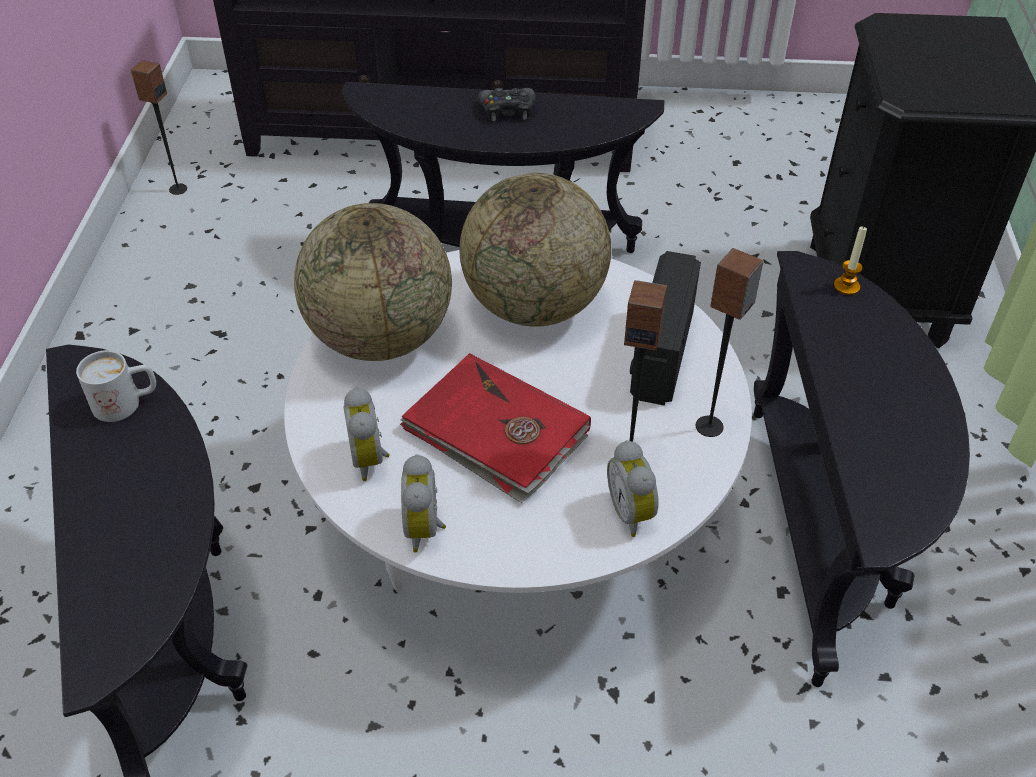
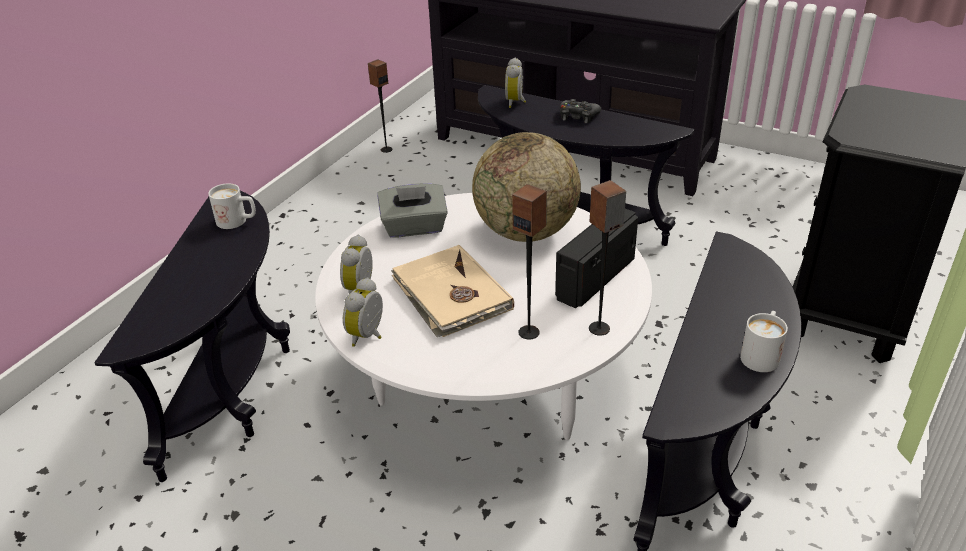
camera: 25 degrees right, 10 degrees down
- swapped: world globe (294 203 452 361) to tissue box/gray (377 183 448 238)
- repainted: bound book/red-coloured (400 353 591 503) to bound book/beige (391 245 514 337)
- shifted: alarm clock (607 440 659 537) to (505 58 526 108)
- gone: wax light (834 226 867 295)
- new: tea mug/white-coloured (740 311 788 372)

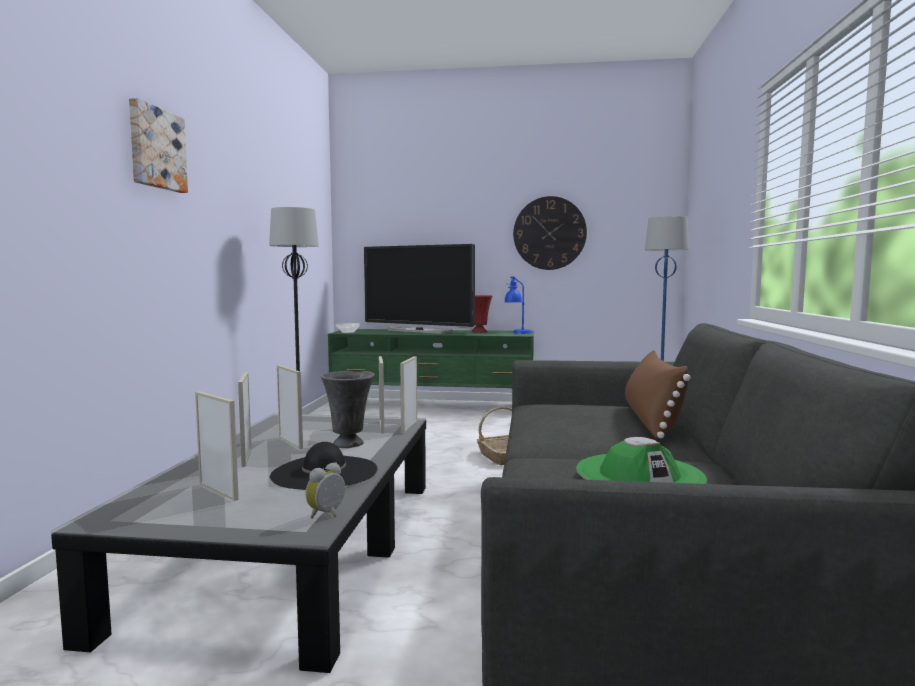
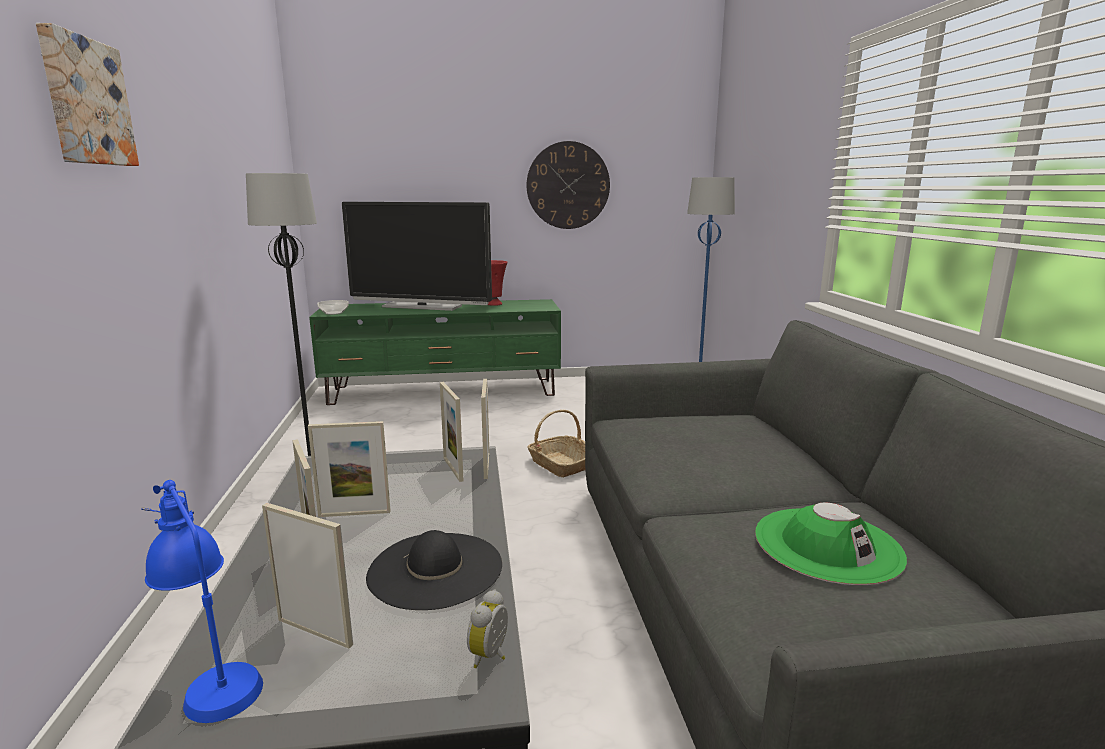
camera: 15 degrees left, 10 degrees up
- rotated: standing frame (277 365 303 449) = (308 421 391 517) 135 degrees clockwise
- gone: flower vase/gray (321 371 375 448)
- shifted: tabletop lamp/bluish (505 276 532 334) to (141 480 263 723)
- gone: cushion/brown-coloured (625 350 691 438)

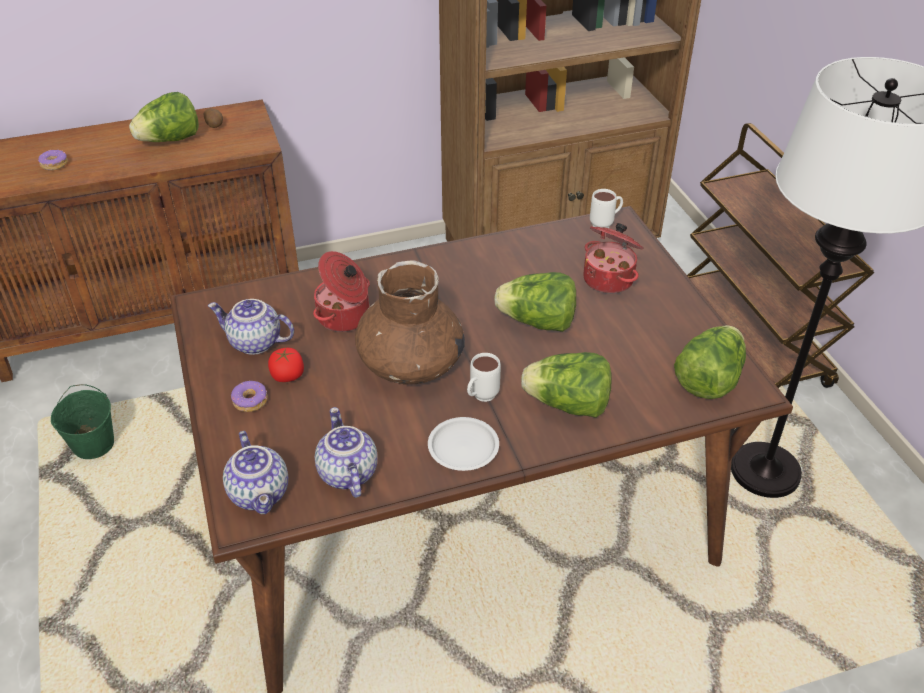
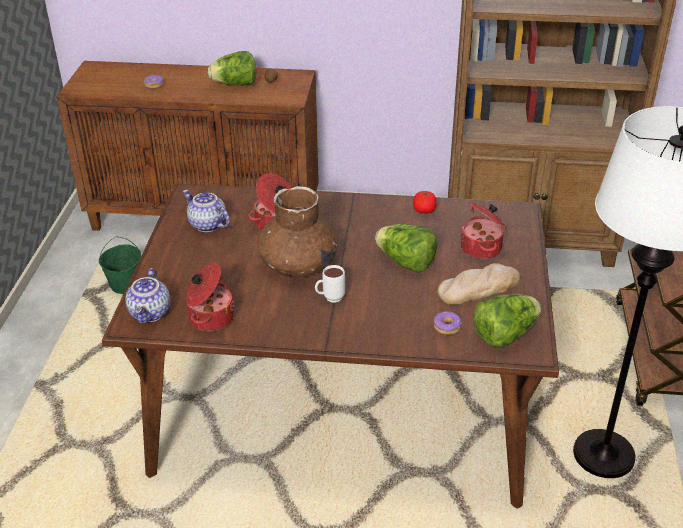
camera: 25 degrees right, 5 degrees down
- shifted: ring doughnut (231 380 268 412) to (434 311 461 335)
- shifted: fresh tomato (268 348 304 382) to (413 191 437 214)
- swapped: pot for tea (315 407 378 498) to saucepot (186 262 235 331)
- gone: dinner plate/white-coloured (428 417 499 471)
- gone: head of lettuce (521 352 612 418)
- gone: tea mug/white-coloured (590 189 623 228)
- new: baked bread (437 263 520 305)

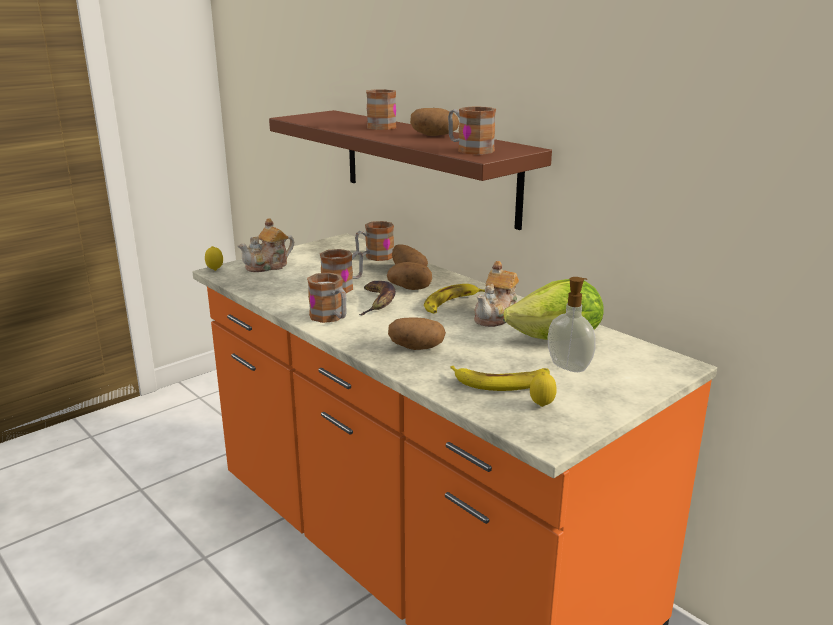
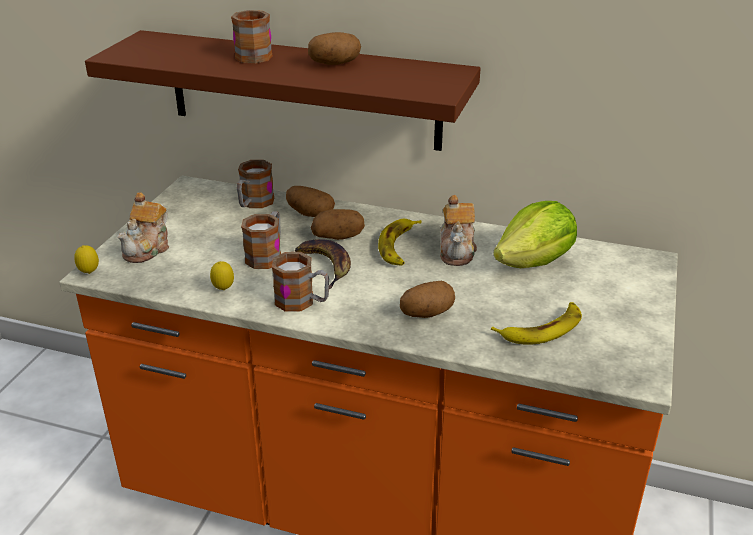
camera: 30 degrees left, 10 degrees up
- gone: tea mug (448 106 496 155)
- shifted: whole lemon (530 372 557 407) to (210 261 234 290)
- gone: liquid soap bottle (548 277 595 372)

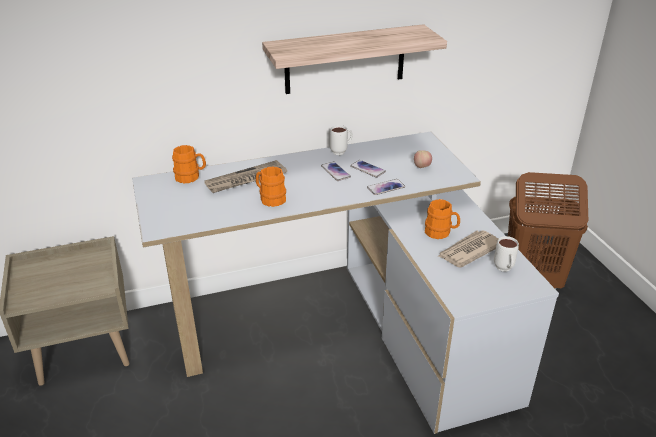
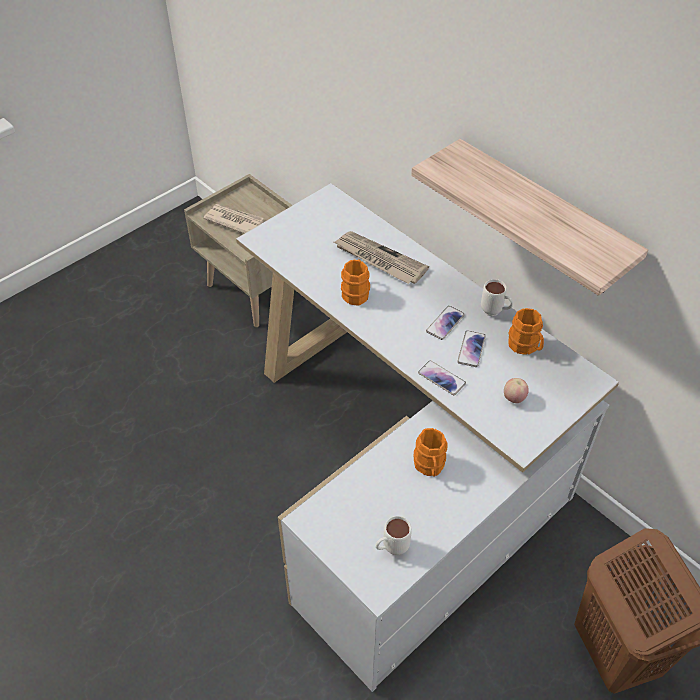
camera: 65 degrees right, 15 degrees up
- shifted: tea mug/orangey (172 145 206 183) to (508 308 544 355)
- shifted: newspaper (438 230 498 268) to (203 204 264 234)

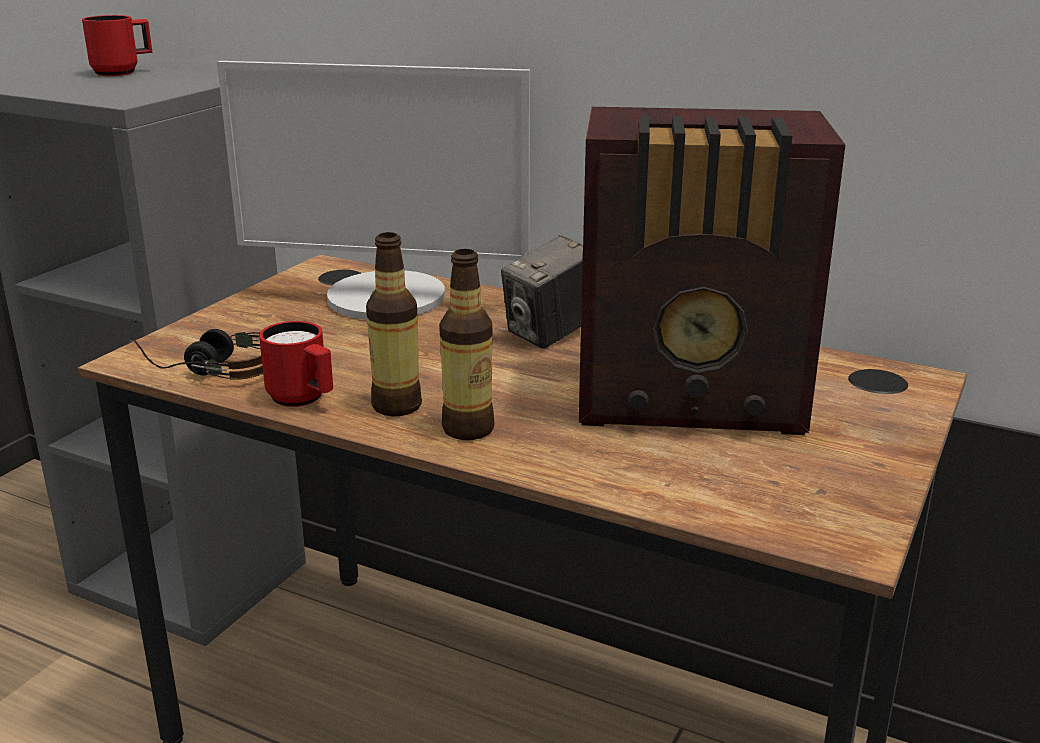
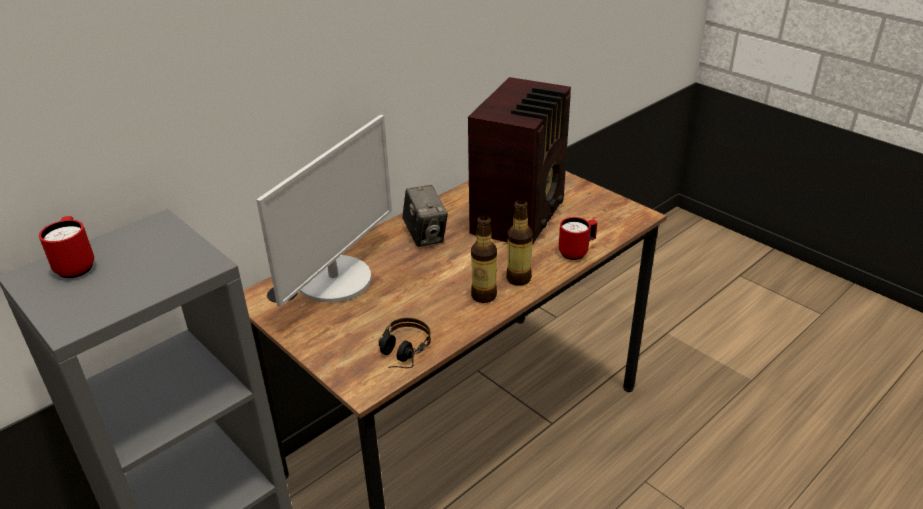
camera: 70 degrees left, 10 degrees up
- shifted: tea mug/red-coloured (259 321 333 407) to (559 217 597 260)

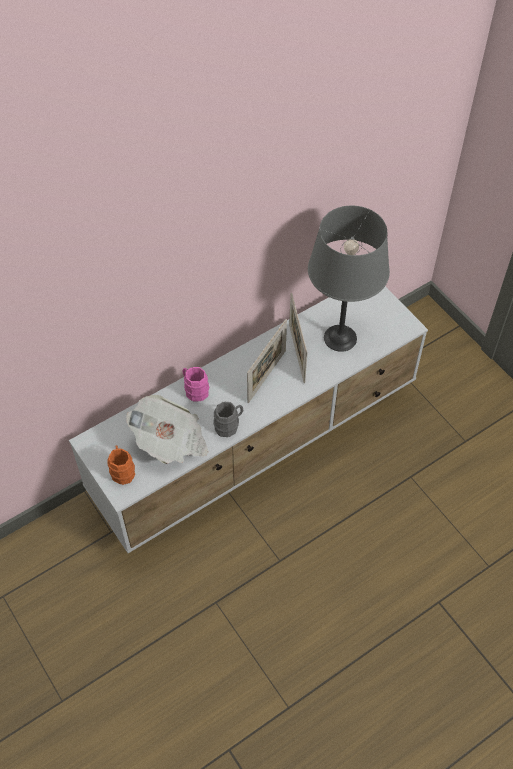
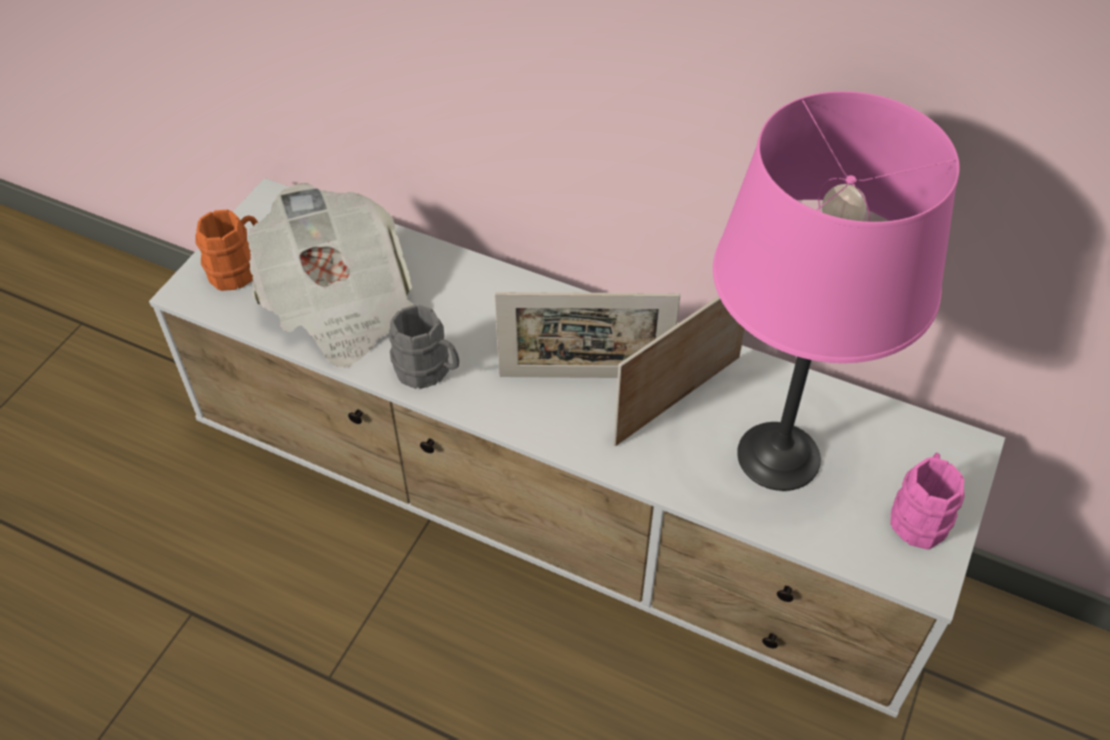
camera: 60 degrees right, 5 degrees down
- shifted: tea mug/pink (183 367 209 401) to (890 453 965 549)
- repainted: tabletop lamp/gray (308 206 390 352) to tabletop lamp/pink (713 91 960 491)

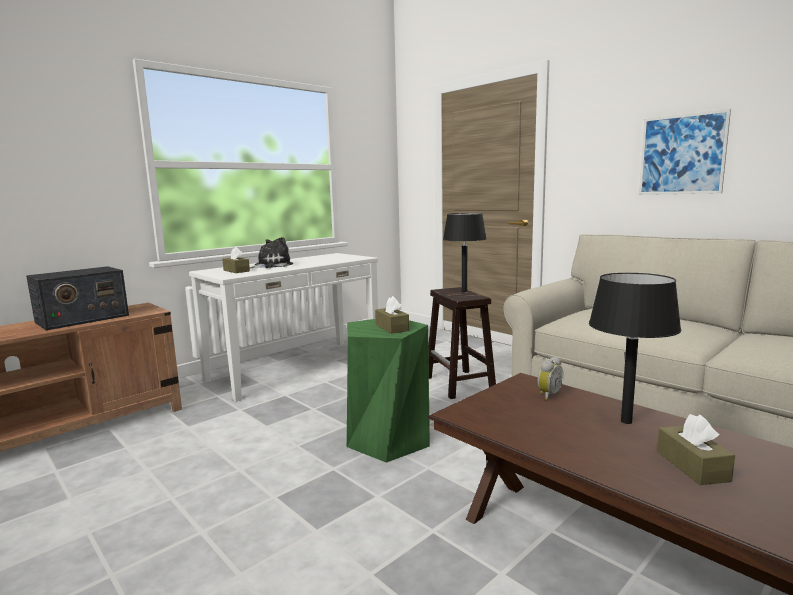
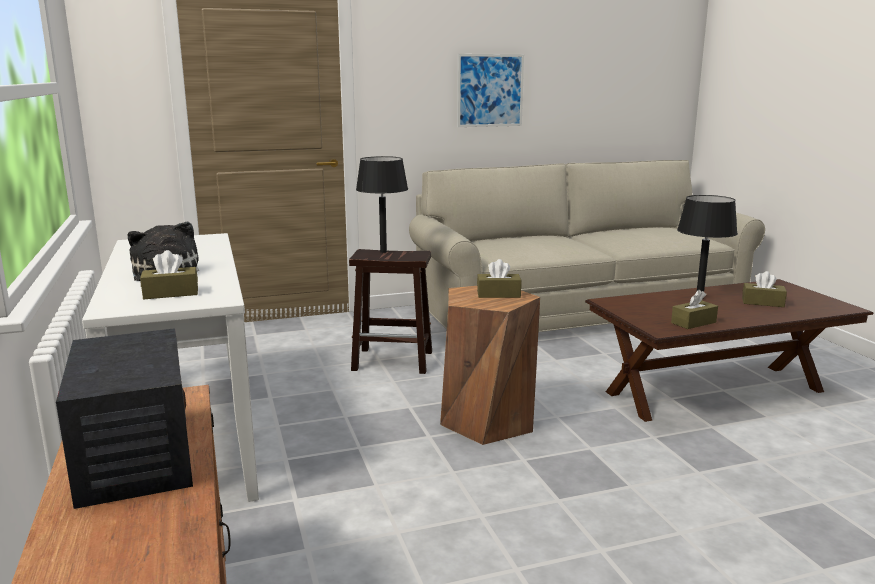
camera: 65 degrees left, 5 degrees up
- repainted: sitting stool/green (347 319 430 463) to sitting stool/brown-coloured (440 286 540 445)
- gone: alarm clock (538 357 564 400)
- new: tissue box/brown-coloured (671 290 718 329)

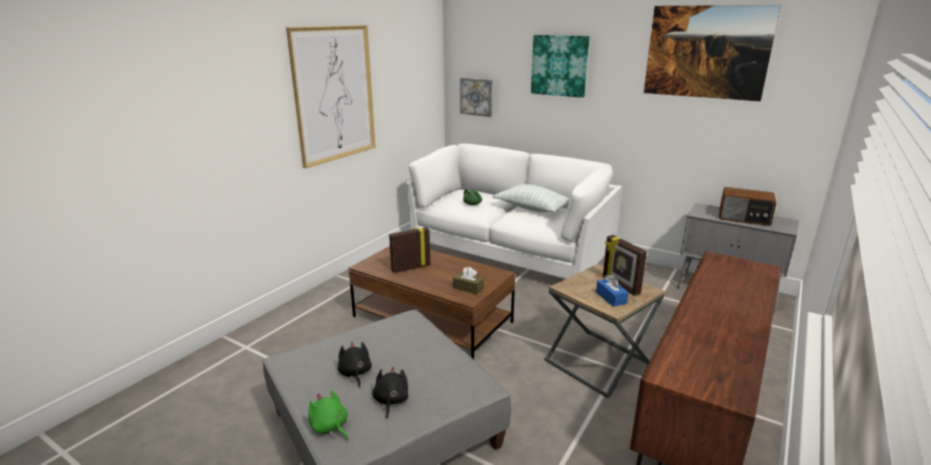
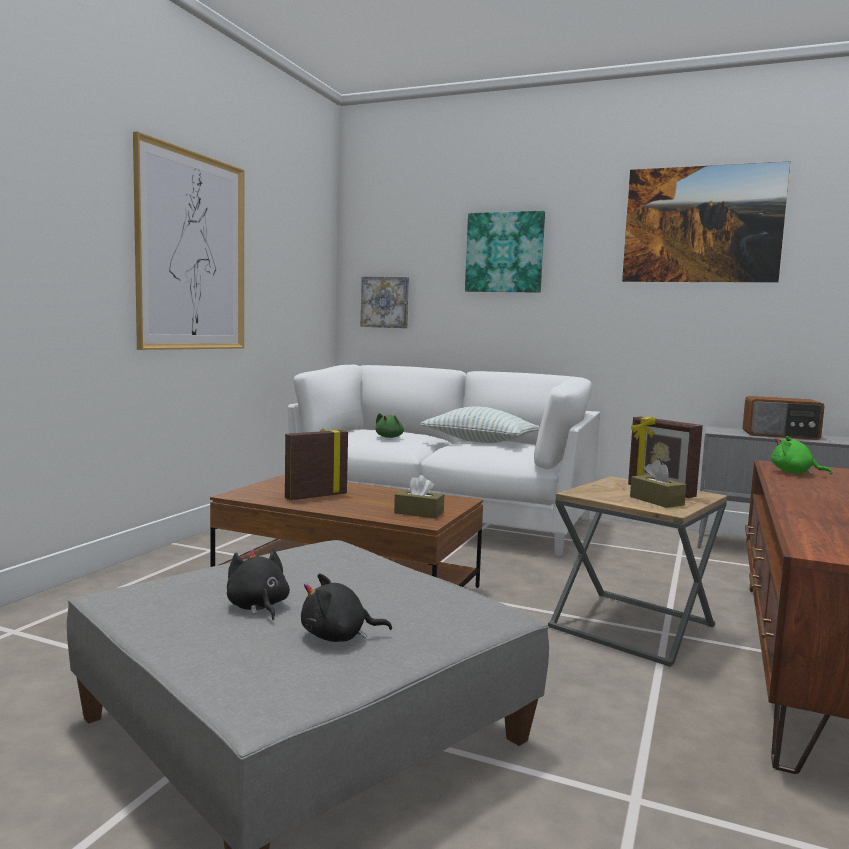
camera: 10 degrees left, 15 degrees down
- shifted: plush toy/green (309 390 348 440) to (771 436 832 475)
- rotated: plush toy/blackish (372 366 408 418) = (301 574 392 642) 90 degrees counterclockwise
- repainted: tissue box/bluish (596 274 629 307) to tissue box/brown-coloured (630 460 686 508)

